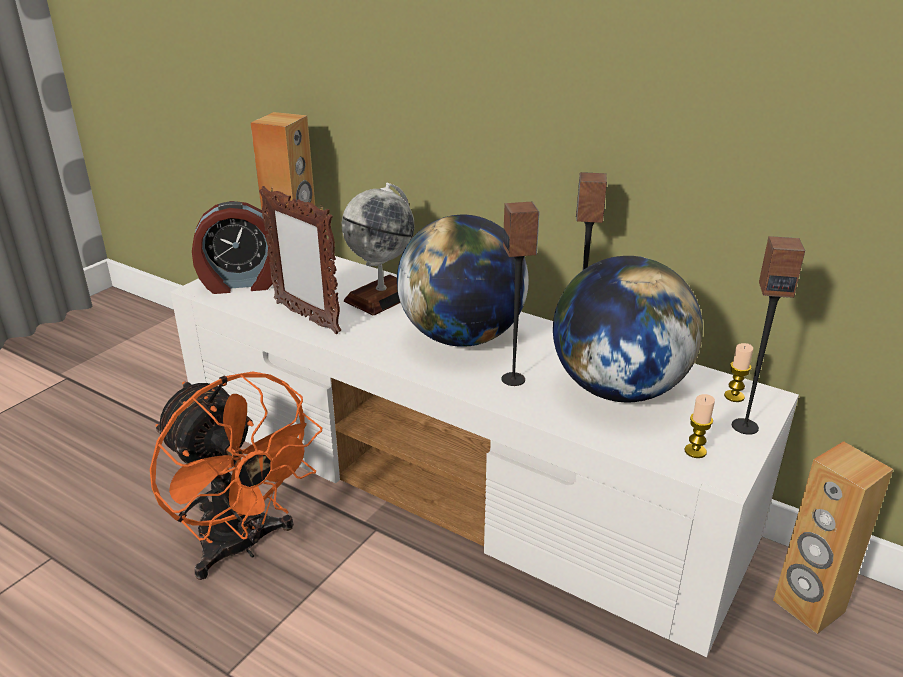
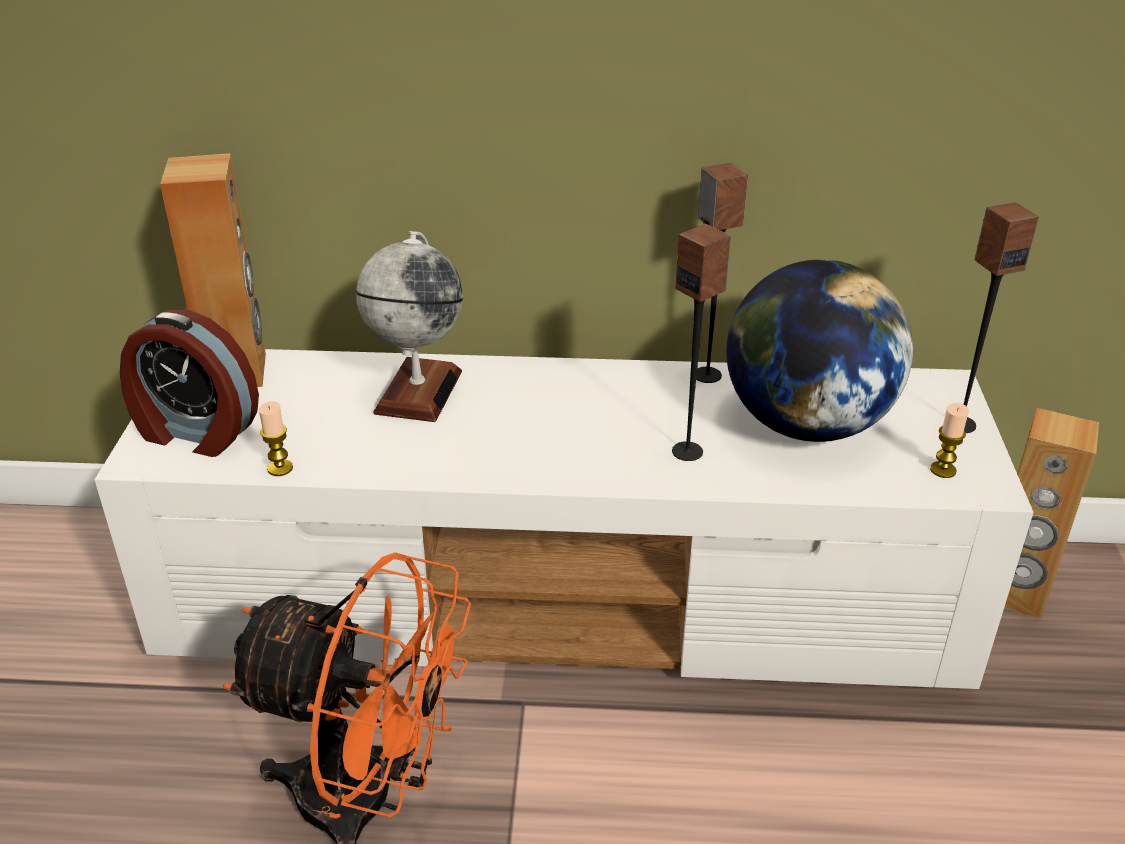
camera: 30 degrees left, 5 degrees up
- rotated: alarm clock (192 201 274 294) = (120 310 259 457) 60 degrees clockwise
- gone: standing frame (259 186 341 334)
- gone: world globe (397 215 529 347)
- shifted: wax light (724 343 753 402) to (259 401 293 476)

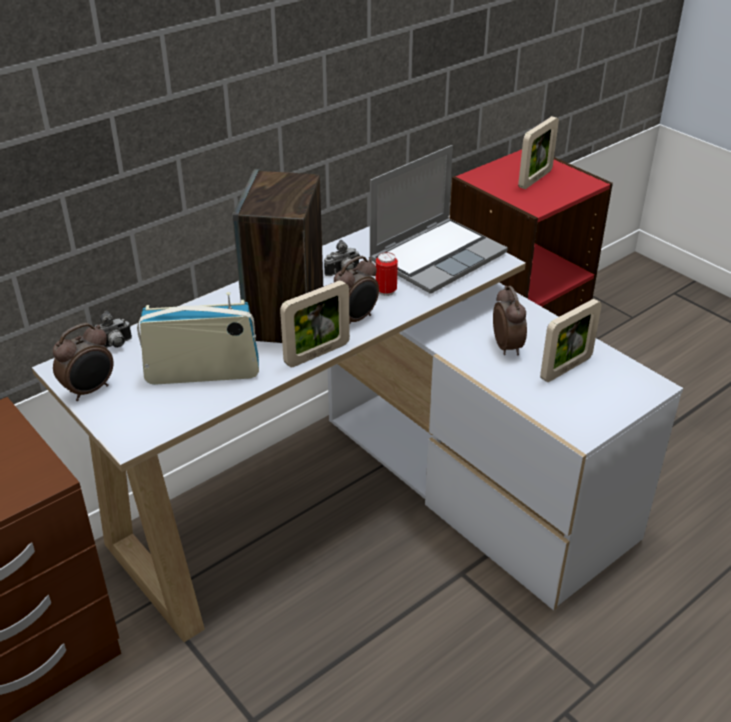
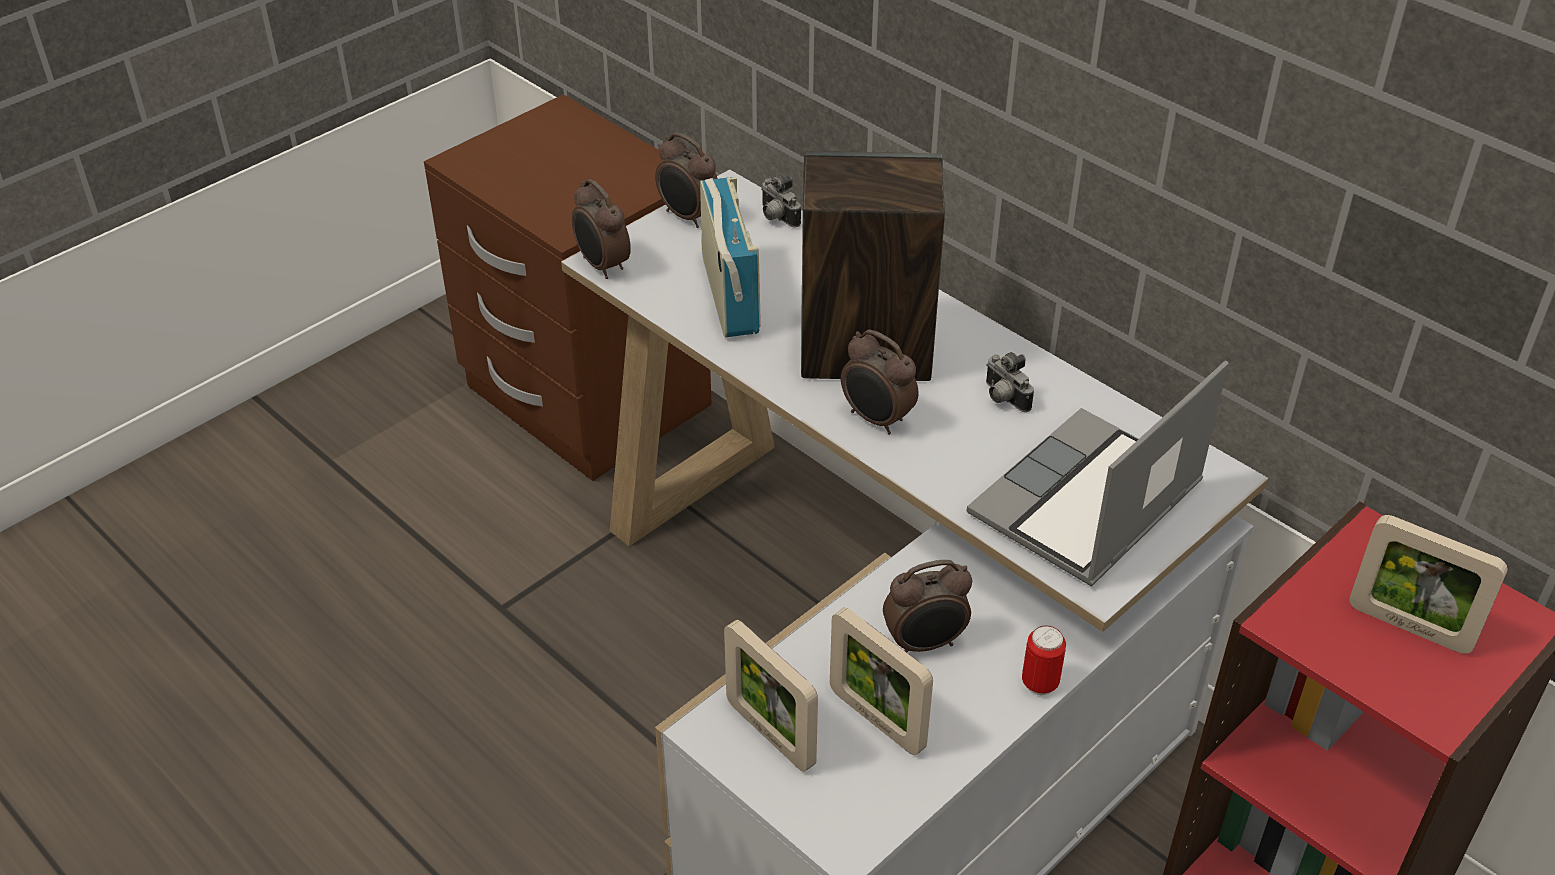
camera: 85 degrees right, 5 degrees up
- shifted: standing frame (280 280 350 367) to (724 620 818 772)
- rotated: portable computer (369 145 508 294) = (967 360 1229 587) 90 degrees clockwise
- shifted: can (376 252 398 296) to (1022 626 1066 695)
- new: alarm clock (572 179 631 279)

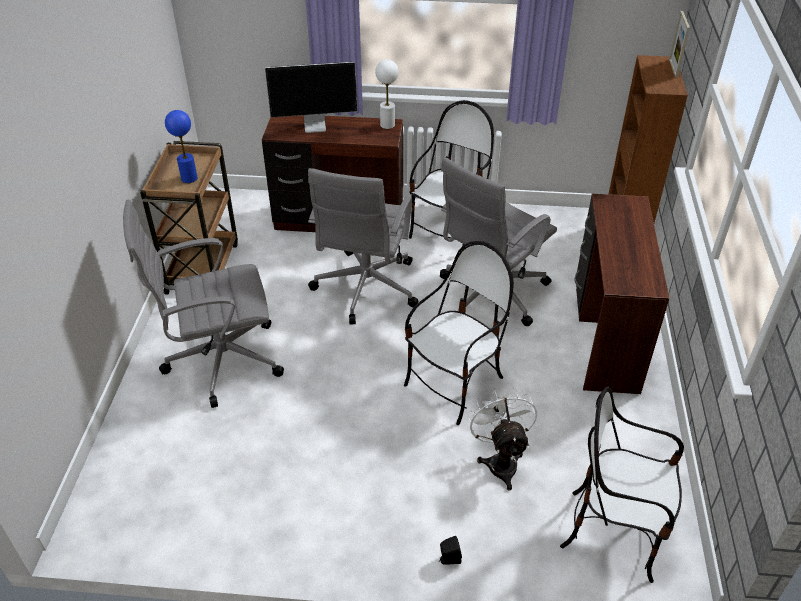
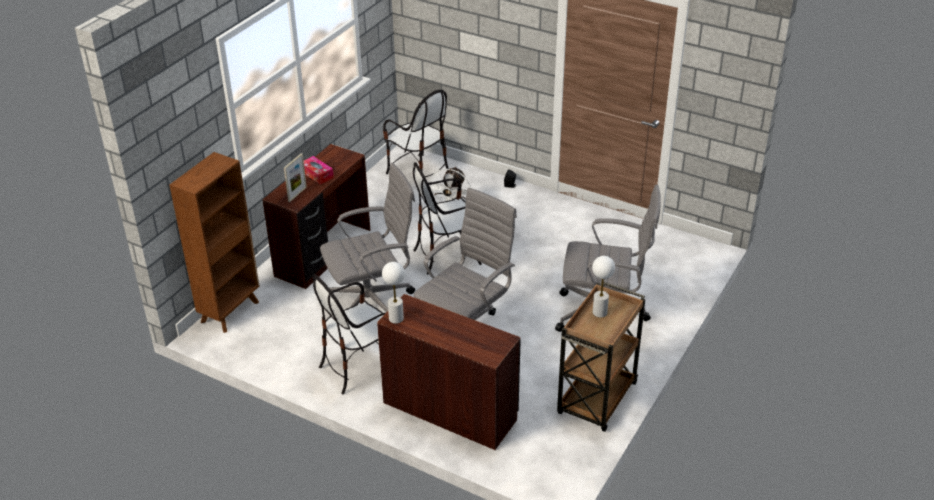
camera: 155 degrees left, 5 degrees down
- repainted: tabletop lamp/bluish (165 110 197 183) to tabletop lamp/white-coloured (592 256 615 318)
- gone: computer display (265 62 357 133)
- shifted: standing frame (669 11 690 77) to (284 153 307 202)
- new: tissue box (304 156 334 185)

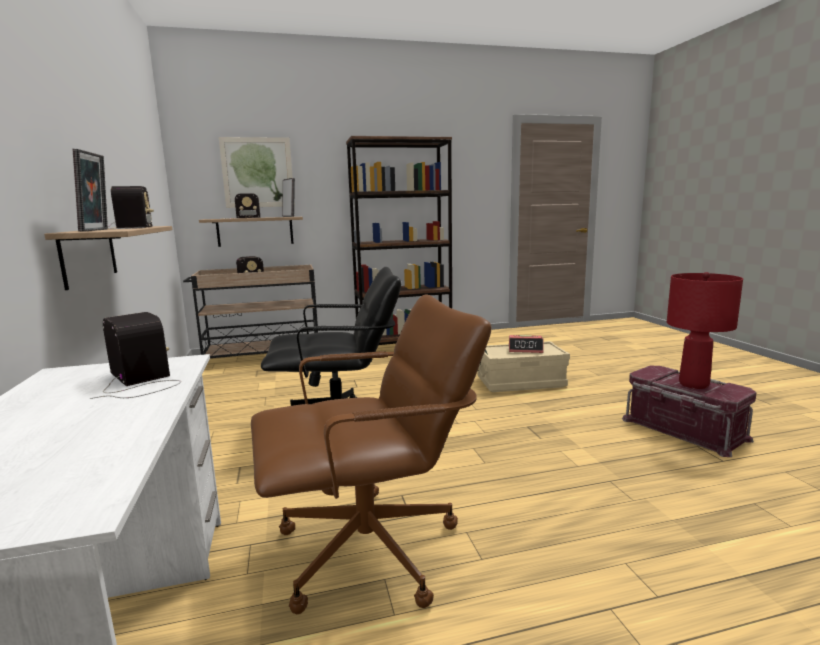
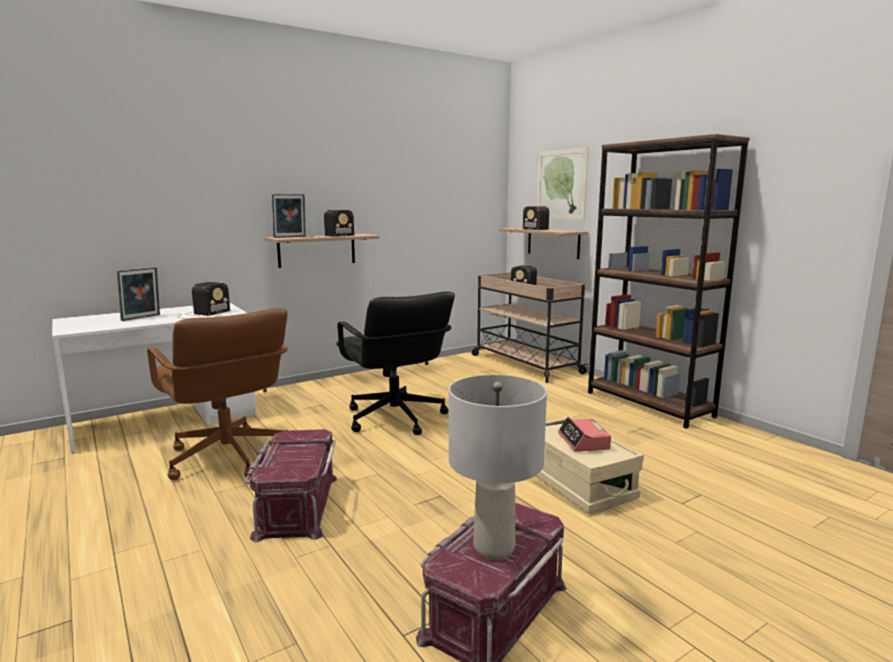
camera: 70 degrees right, 0 degrees up
- shifted: standing frame (282 178 295 217) to (117 267 160 321)
- repainted: tabletop lamp/red-coloured (667 272 743 389) to tabletop lamp/gray (449 375 547 560)
- new: storage bin/red-coloured (245 429 338 542)

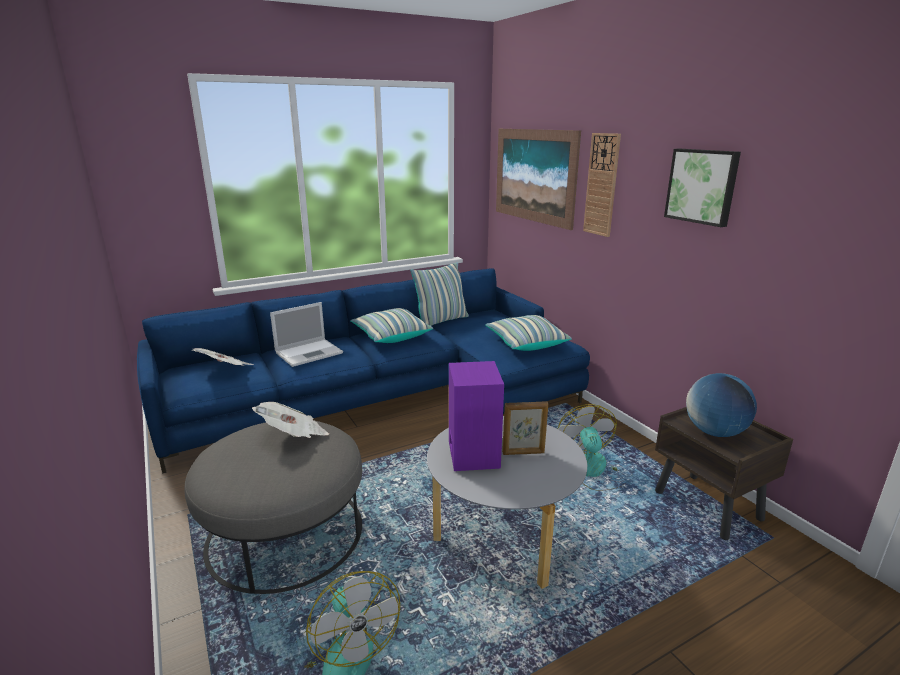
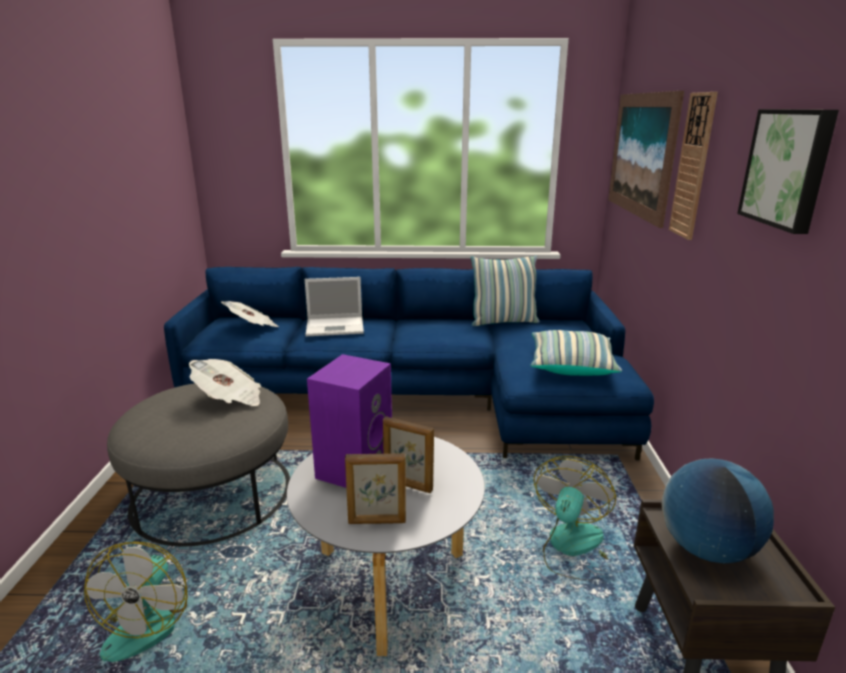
camera: 30 degrees right, 0 degrees up
- gone: cushion (350 308 433 343)
- new: standing frame (345 453 406 524)

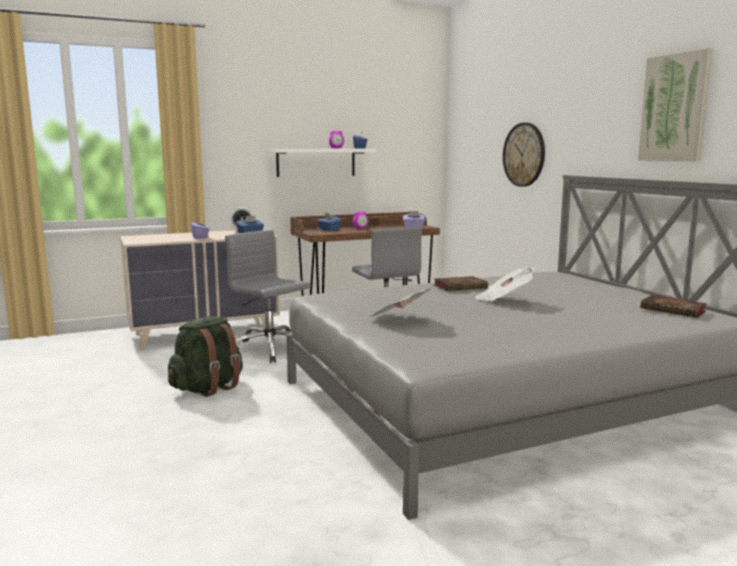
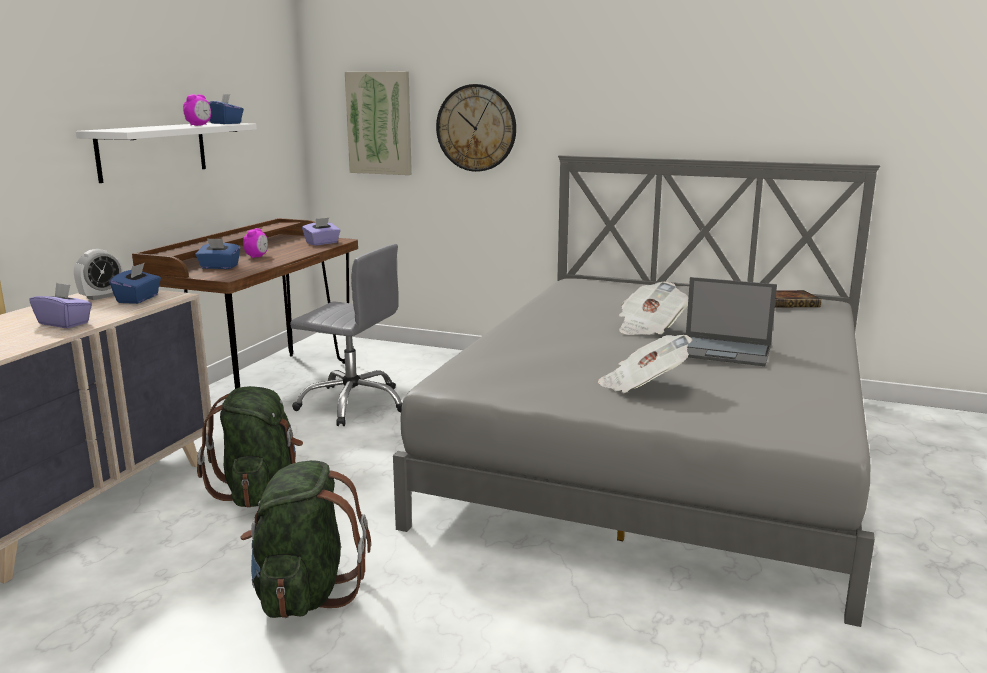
camera: 45 degrees left, 5 degrees up
- swapped: desk chair/gray (225 230 310 363) to backpack/green (197 386 303 508)
- gone: bound book (434 276 488 291)
- shifted: wall art (638 48 713 161) to (345 71 412 175)
- new: portable computer (686 277 777 366)

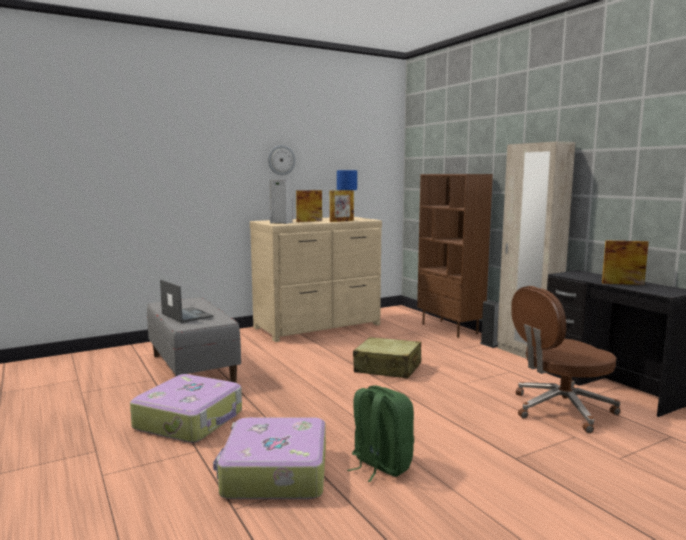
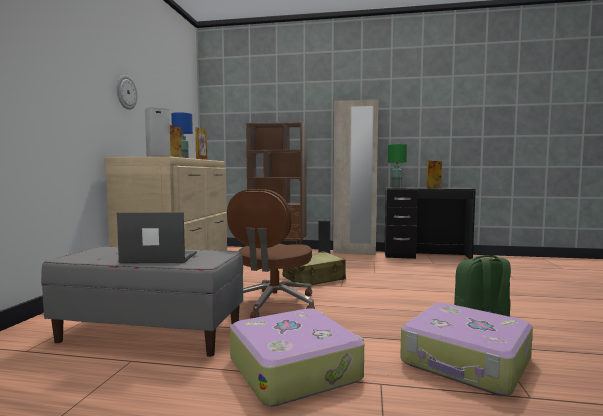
camera: 50 degrees left, 5 degrees down
- shifted: desk chair/brown-coloured (511 286 621 433) to (227 189 315 319)
- new: tabletop lamp/green (388 144 407 187)

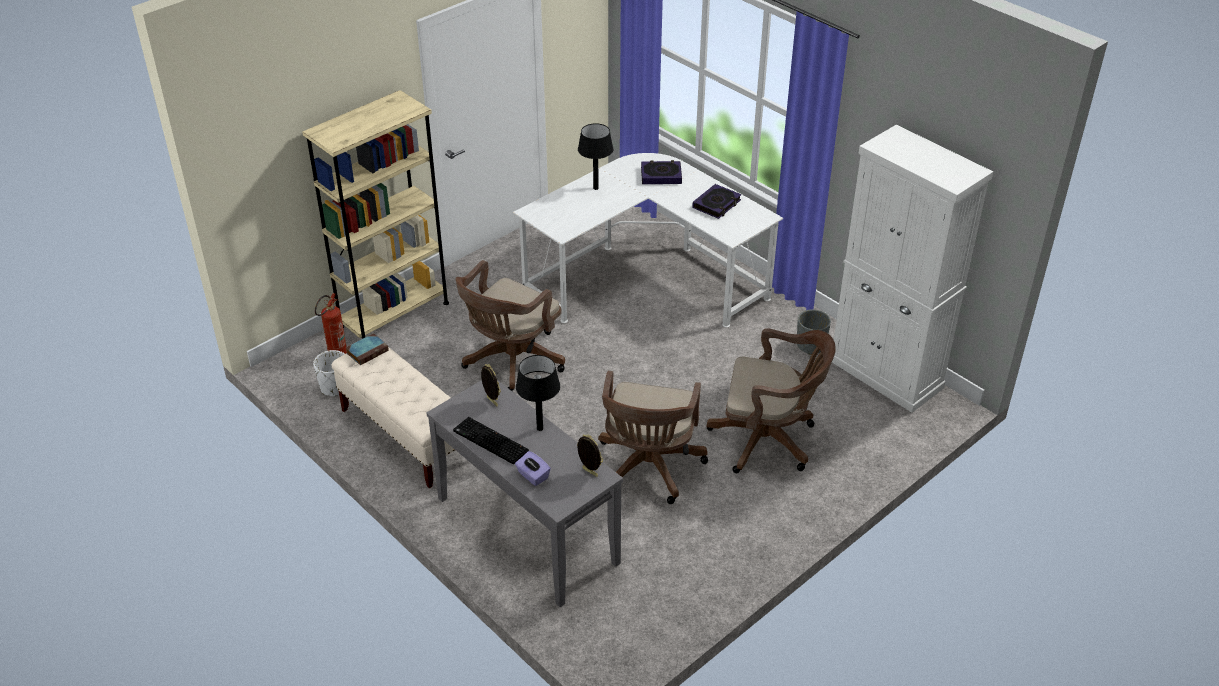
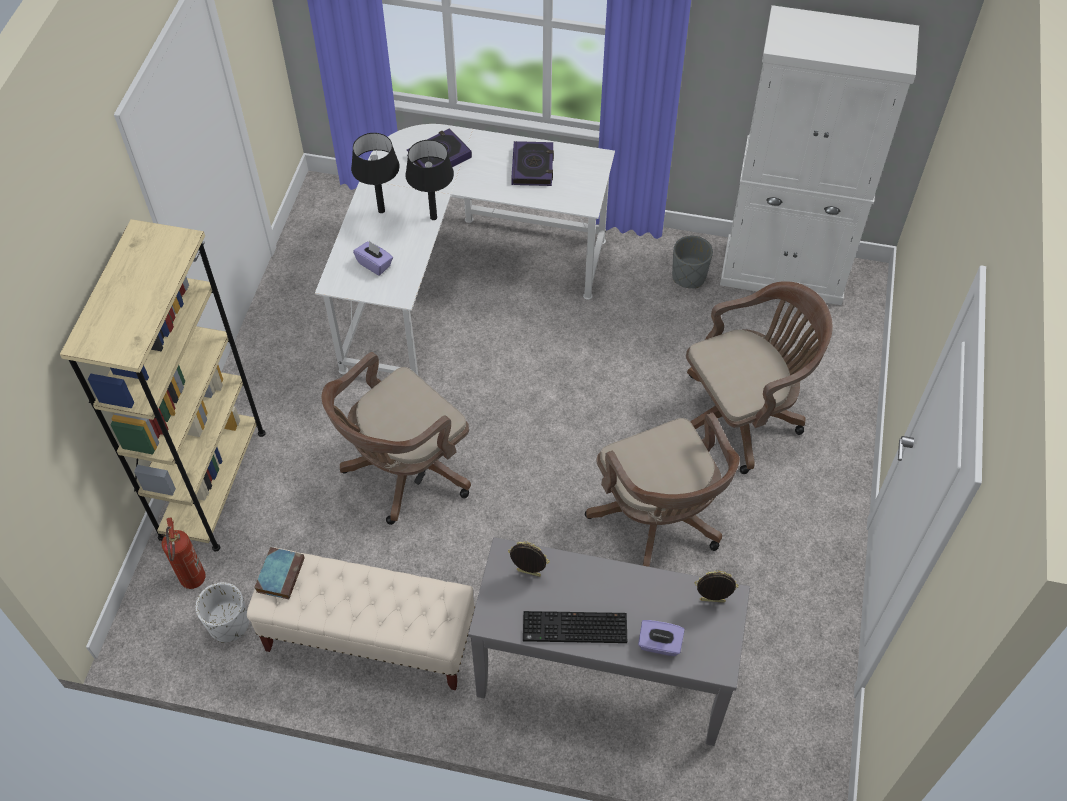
camera: 35 degrees left, 15 degrees up
- rotated: desk chair/brown-coloured (456 260 565 391) = (322 352 471 525) 45 degrees clockwise
- shifted: tabletop lamp/blackish (516 355 560 431) to (405 140 454 220)
- new: tissue box/purple (353 241 393 276)

